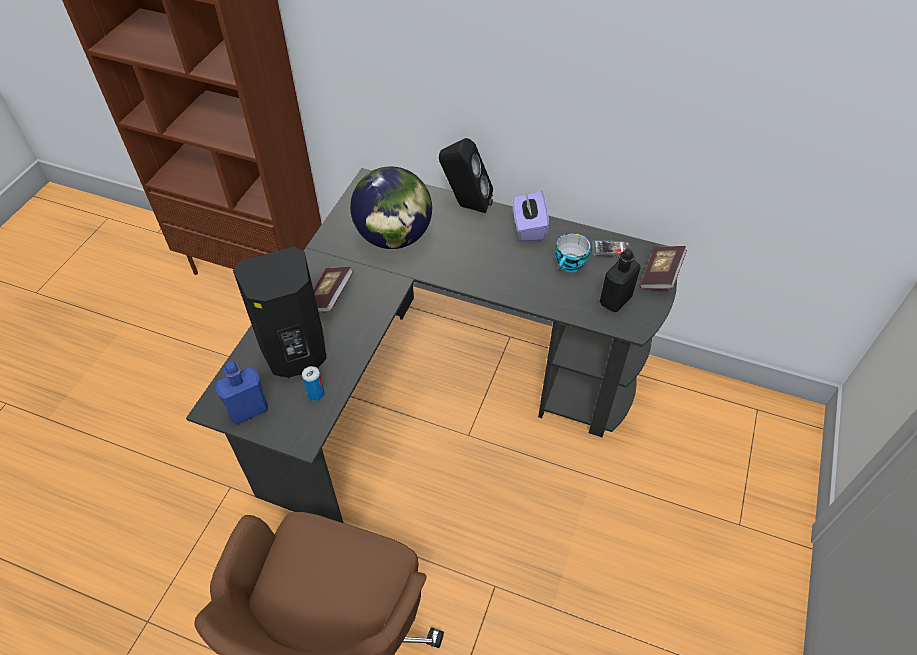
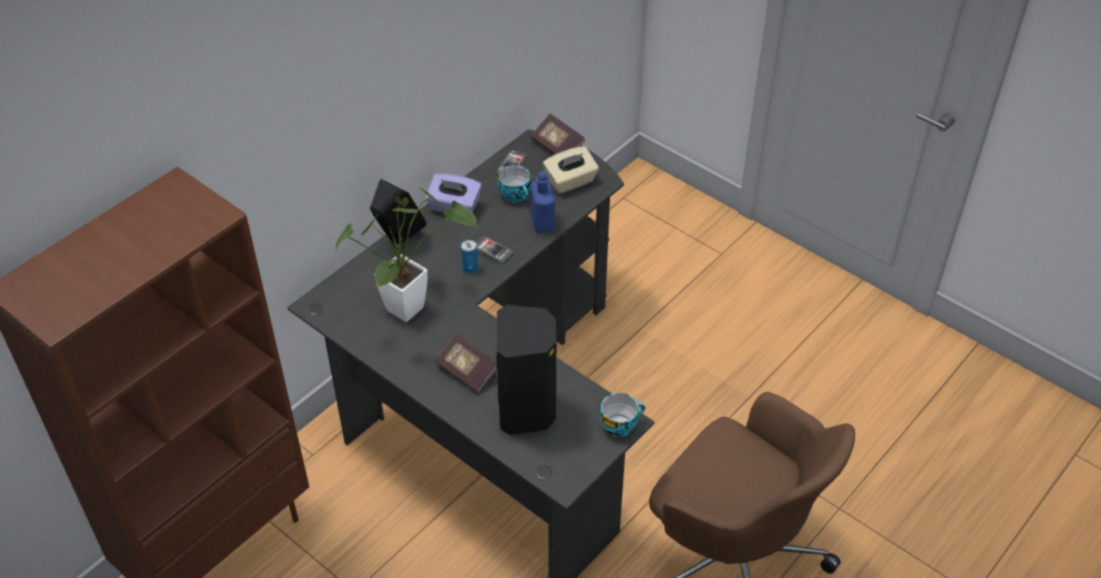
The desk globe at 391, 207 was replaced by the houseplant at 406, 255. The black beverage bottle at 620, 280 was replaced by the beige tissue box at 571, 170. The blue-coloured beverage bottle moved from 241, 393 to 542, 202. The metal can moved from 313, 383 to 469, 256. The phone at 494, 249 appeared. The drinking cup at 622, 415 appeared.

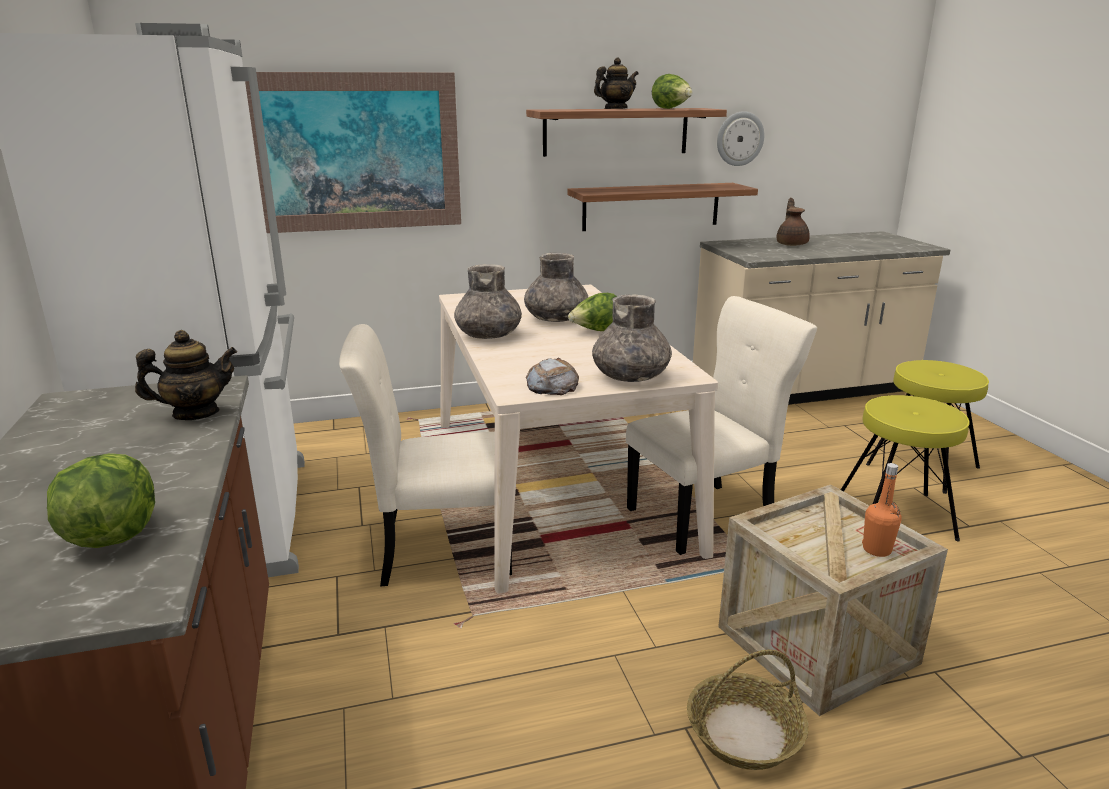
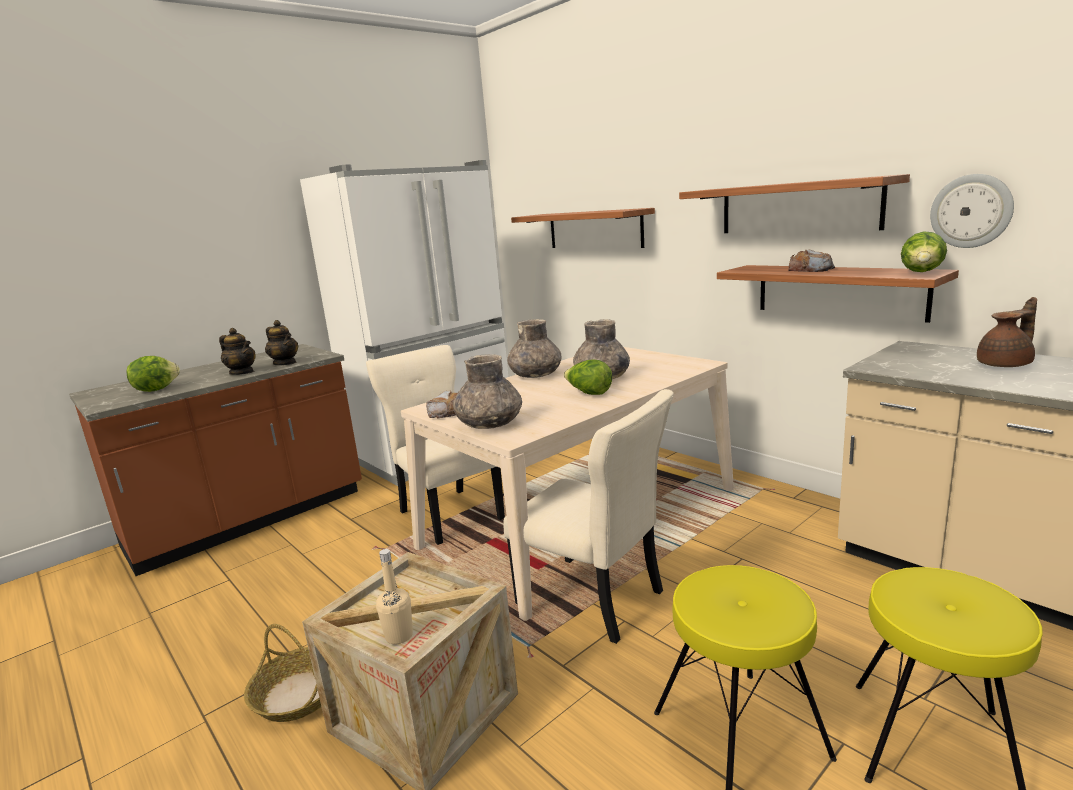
The pot for tea moved from 616, 83 to 237, 351. The picture at 353, 152 was replaced by the wall shelf at 583, 228. The lettuce head moved from 672, 91 to 924, 251. The orangey beverage bottle at 882, 510 became the beige beverage bottle at 394, 596. The bakery bread at 811, 261 appeared.

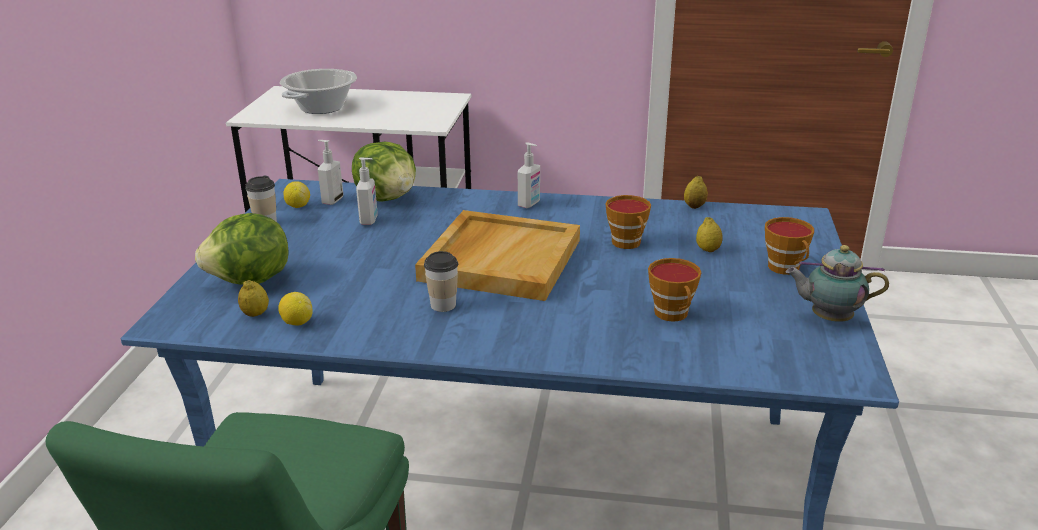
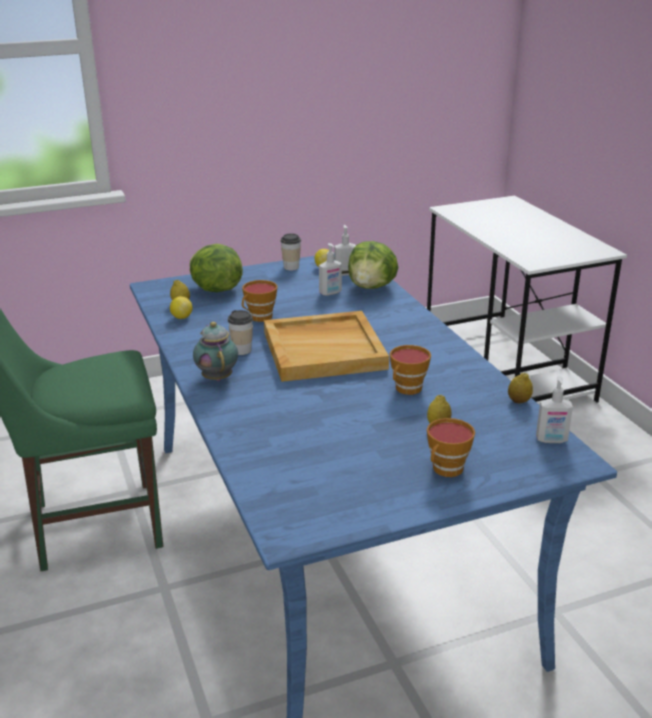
The saucepot at 318, 91 disappeared. The liquid soap bottle moved from 529, 175 to 554, 409. The pot for tea moved from 837, 283 to 215, 351. The drinking cup moved from 674, 290 to 259, 301.

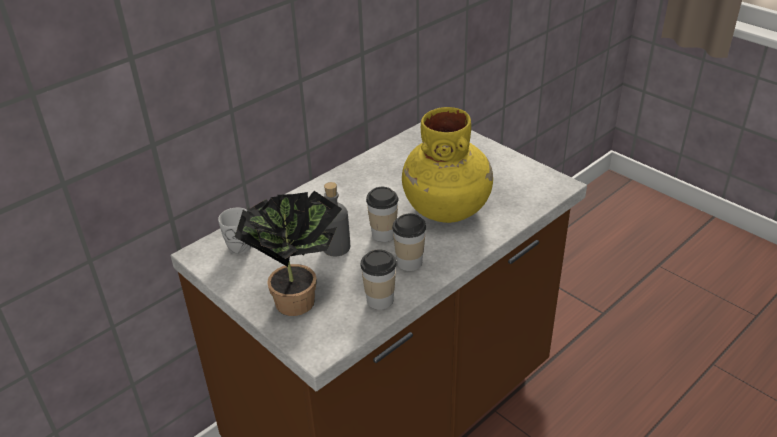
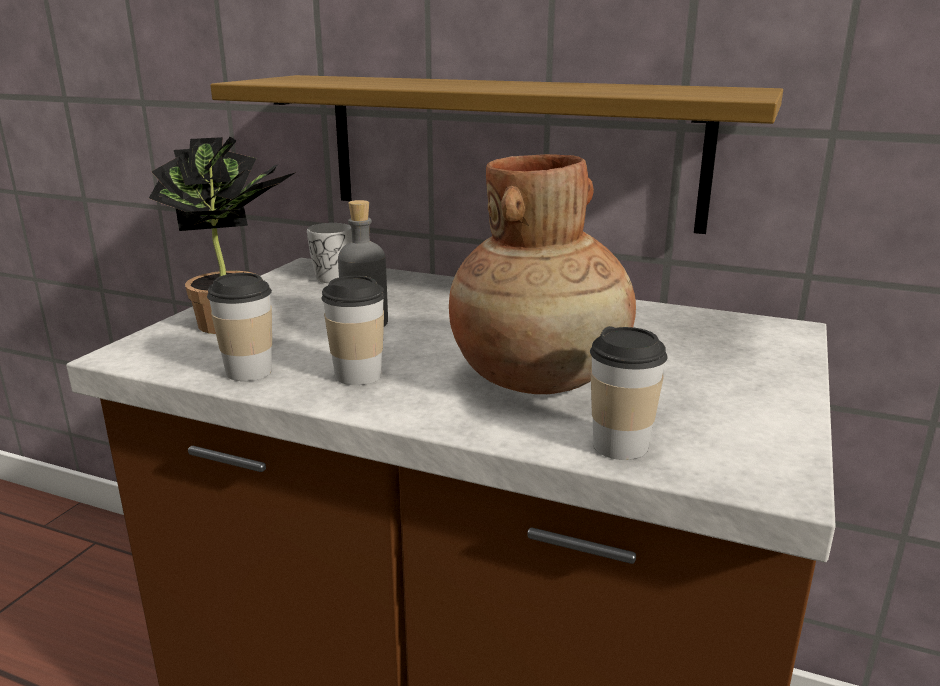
The yellowish decorative vase at 447, 165 became the brown-coloured decorative vase at 542, 274. The drinking cup moved from 382, 214 to 629, 393. The wall shelf at 496, 154 appeared.

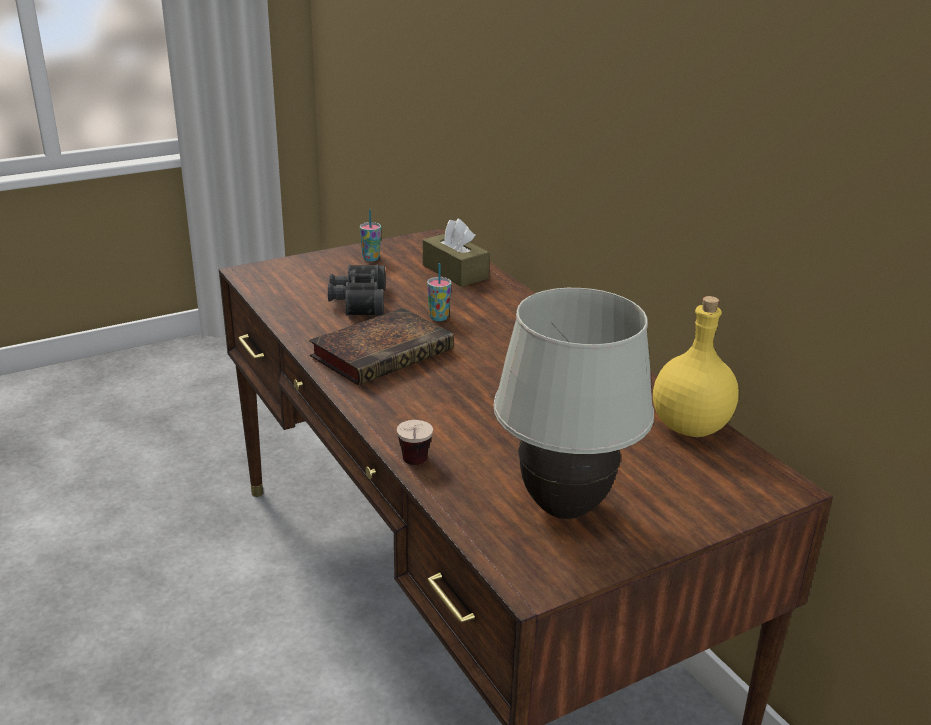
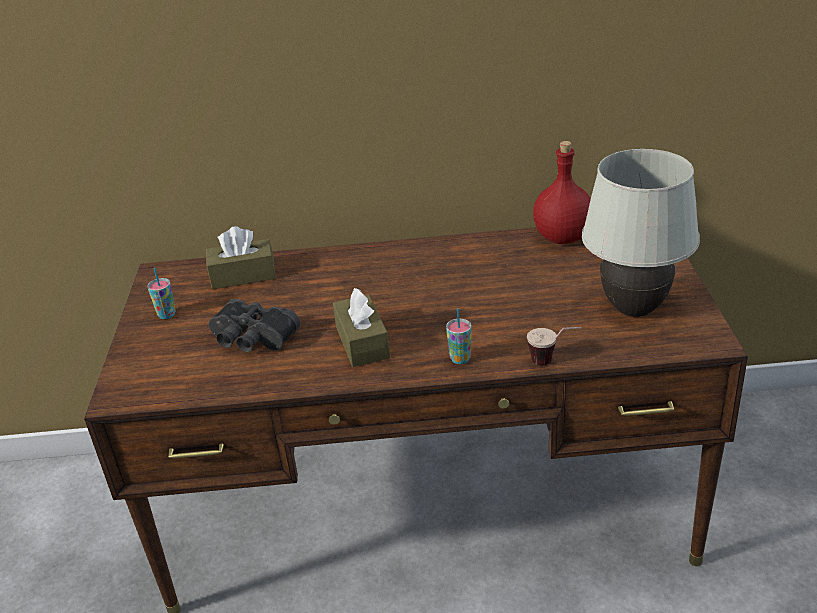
The drinking cup moved from 439, 292 to 459, 336. The yellowish beverage bottle at 696, 366 became the reddish beverage bottle at 562, 192. The book at 381, 346 was replaced by the brown-coloured tissue box at 361, 327.

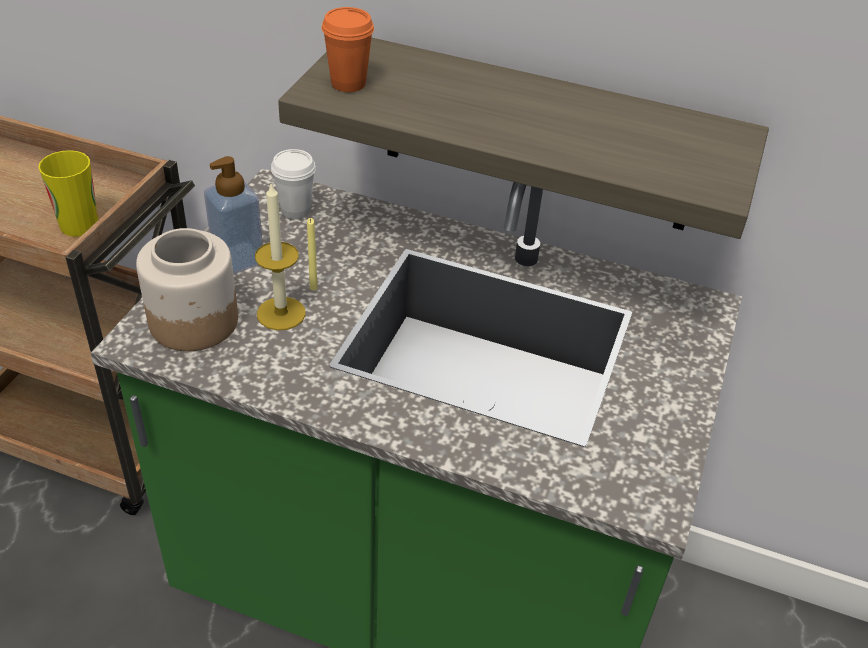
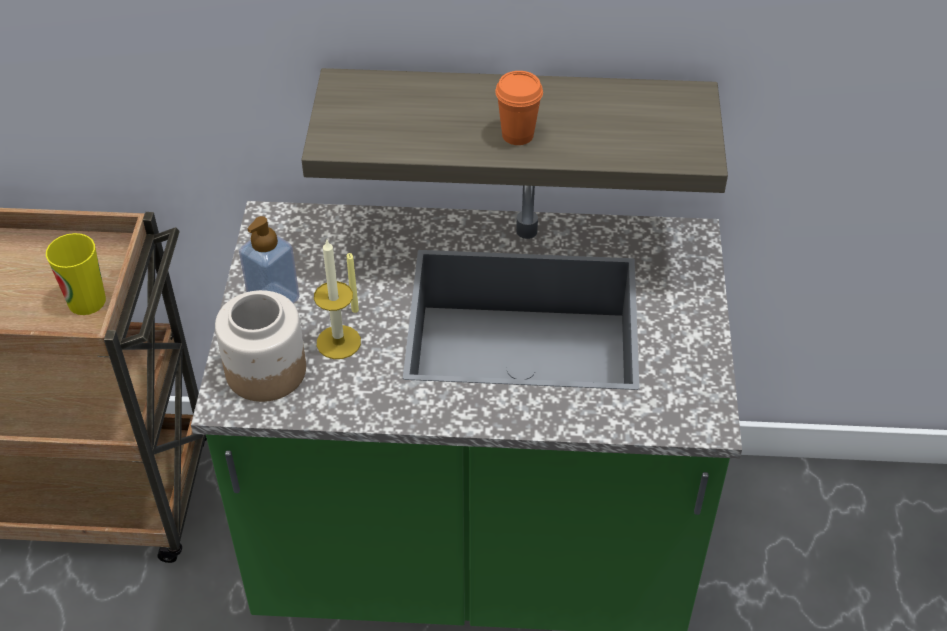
The orangey drinking cup moved from 348, 49 to 519, 108. The white drinking cup at 293, 184 disappeared.

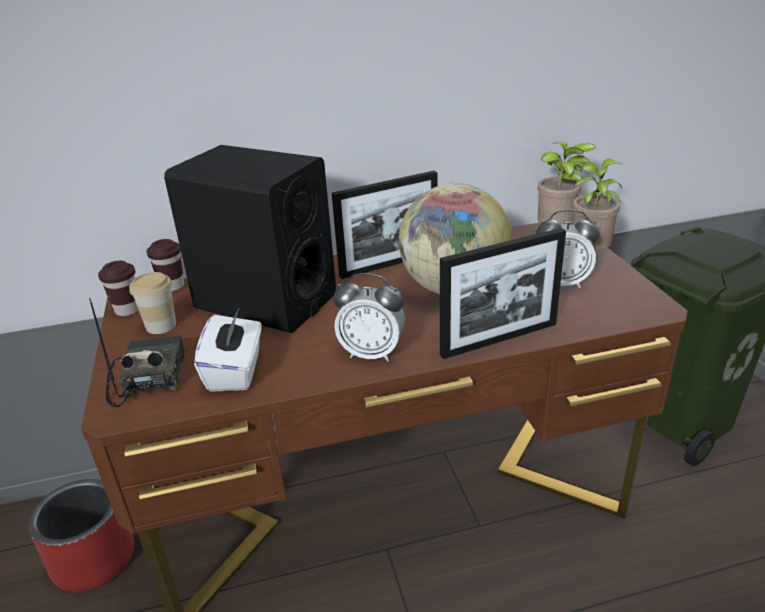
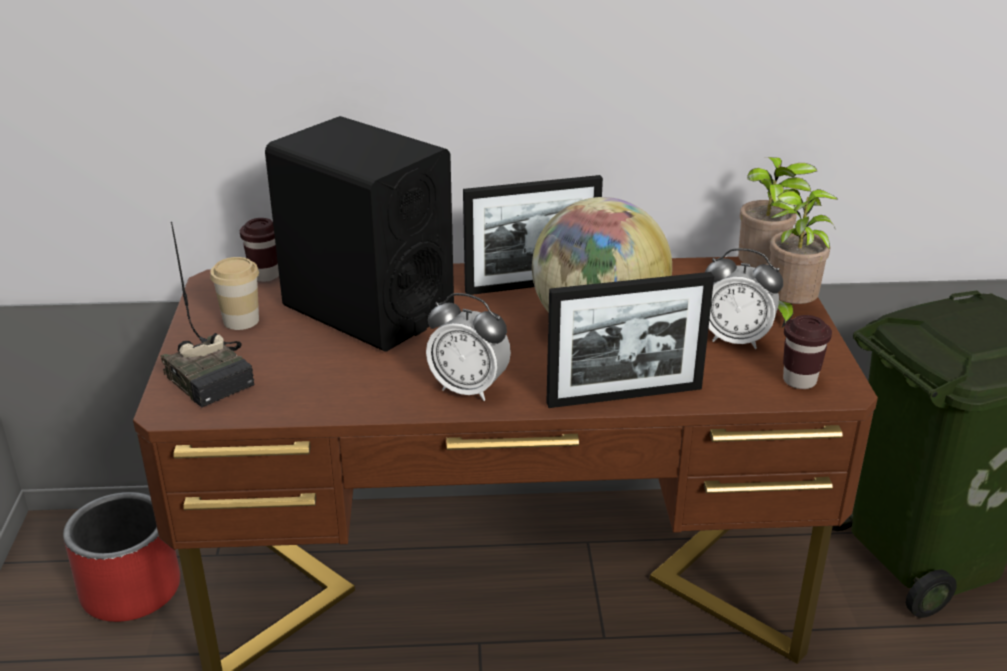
The brown-coloured drinking cup moved from 118, 288 to 807, 352. The radio at 137, 352 turned 135 degrees clockwise. The white tissue box at 227, 350 disappeared.

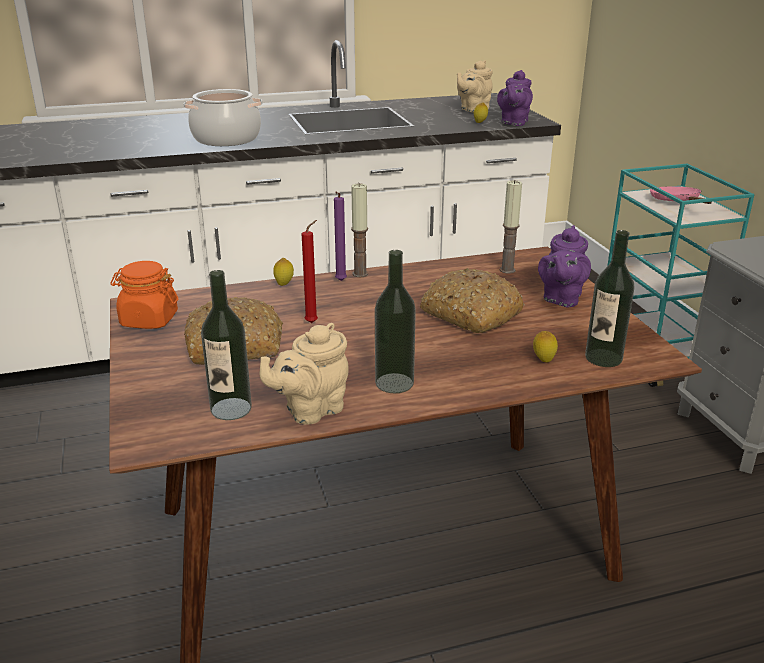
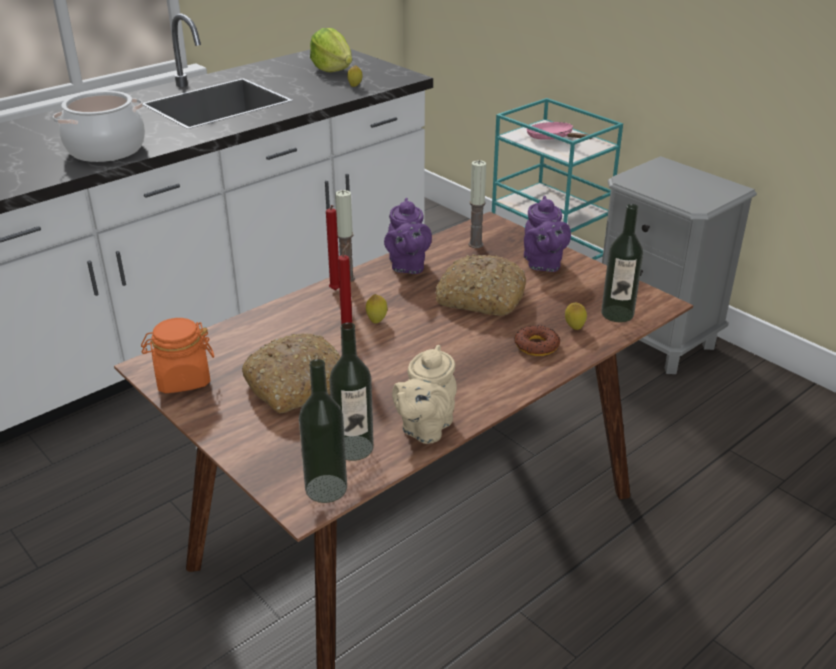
The beige pot for tea at 475, 86 was replaced by the lettuce head at 331, 50. The purple pot for tea moved from 515, 98 to 408, 236. The purple wax candle at 340, 236 became the reddish wax candle at 332, 247. The beverage bottle moved from 395, 321 to 323, 431. The whole lemon moved from 283, 272 to 376, 308. The doughnut at 537, 340 appeared.

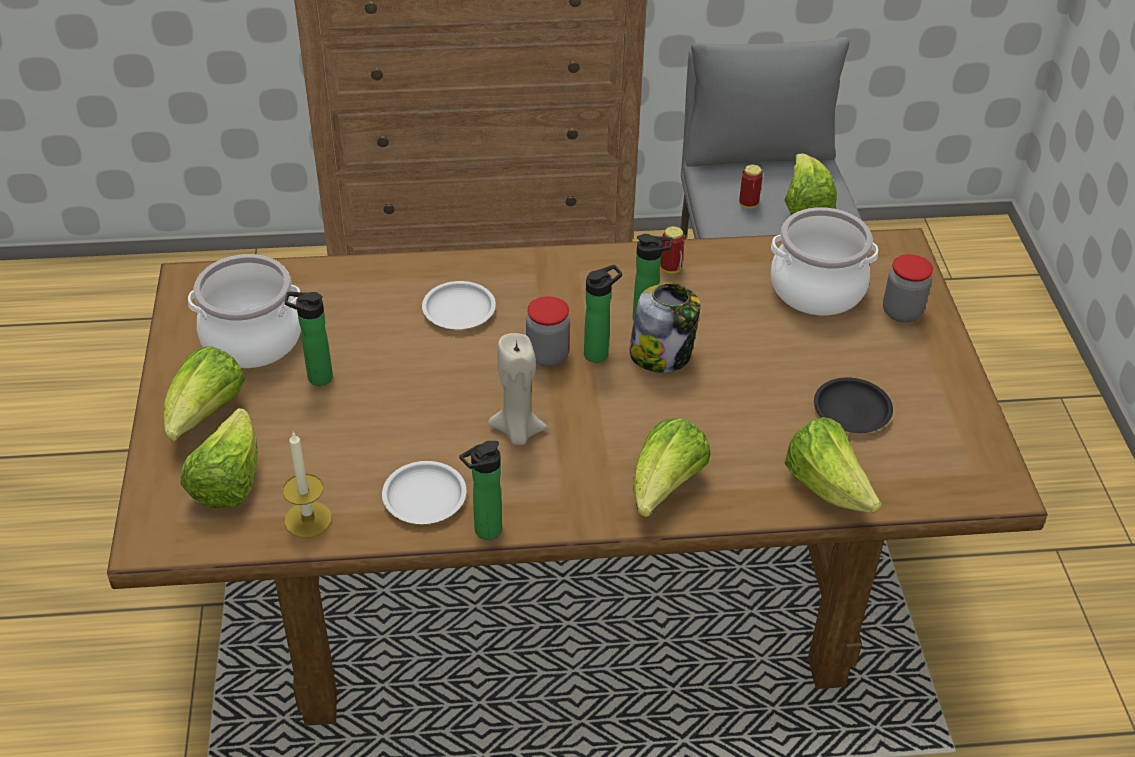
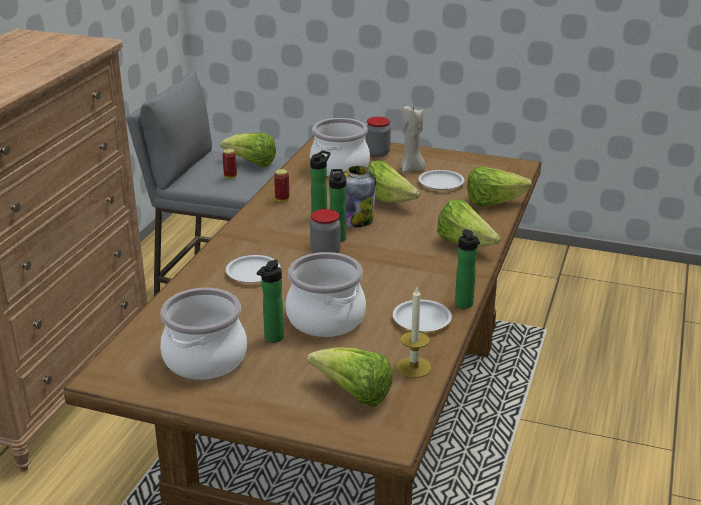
The beige wax candle moved from 517, 389 to 413, 139. The lettuce head moved from 204, 393 to 394, 182. The black plate at 853, 405 became the white plate at 441, 180. The saucepot at 325, 294 appeared.

